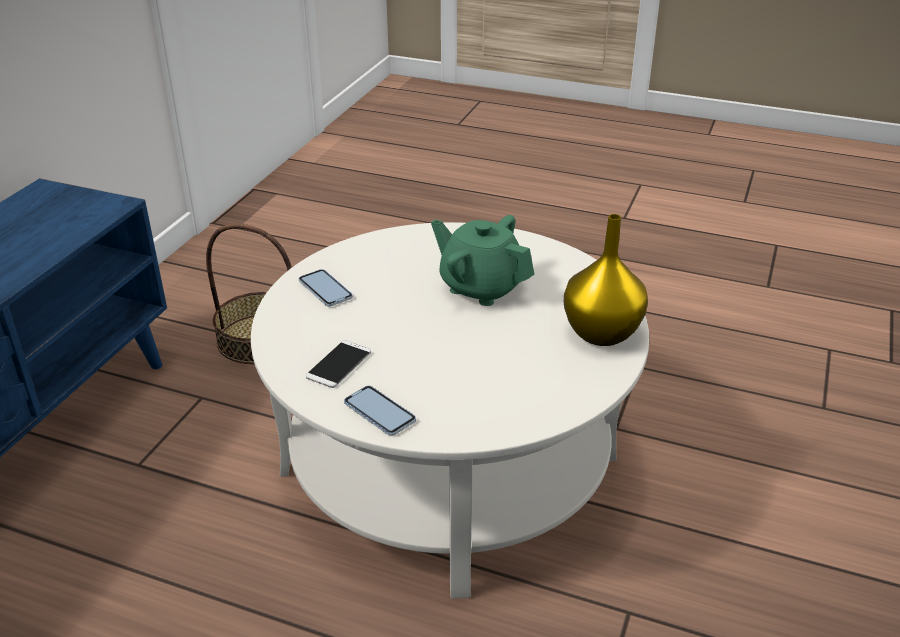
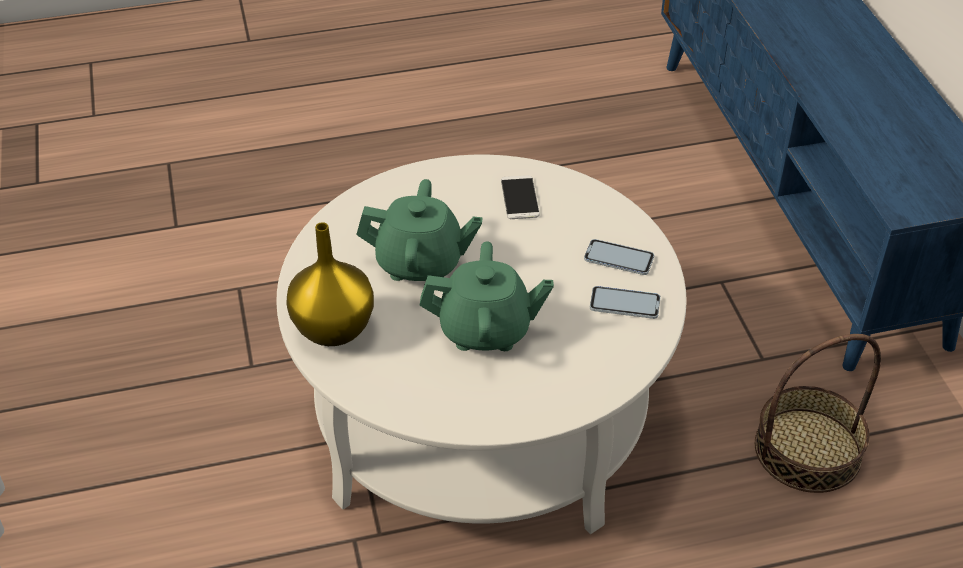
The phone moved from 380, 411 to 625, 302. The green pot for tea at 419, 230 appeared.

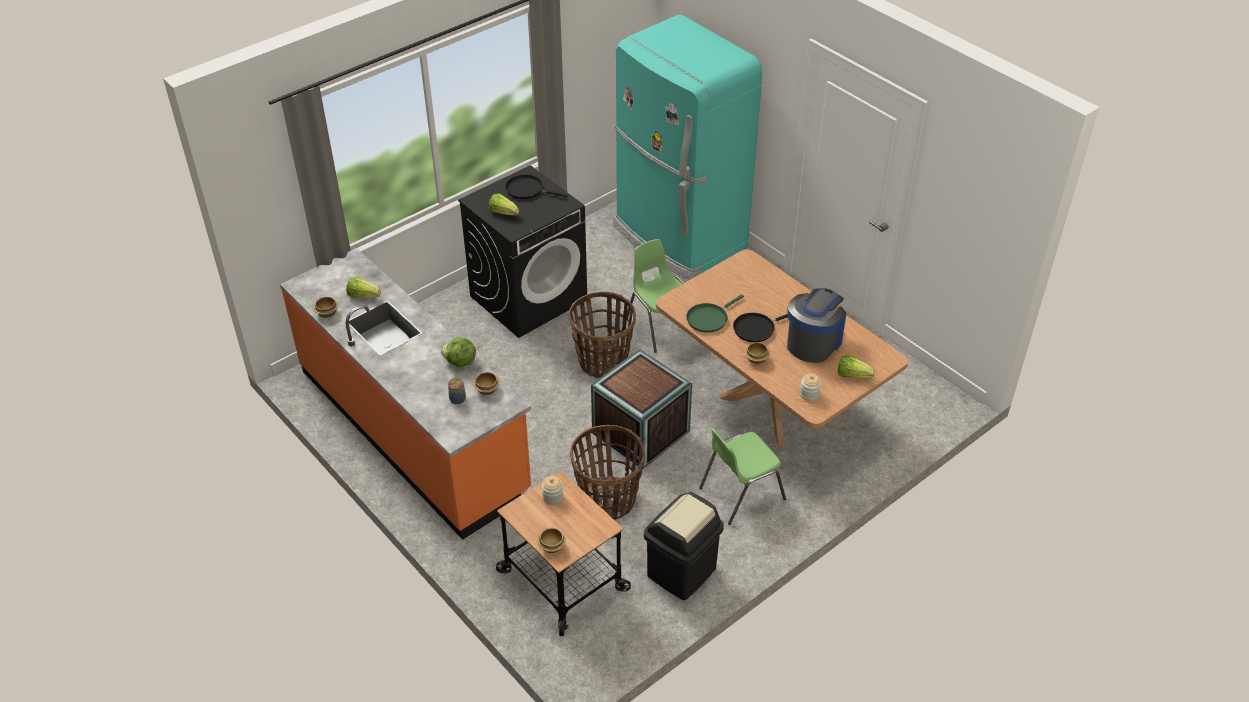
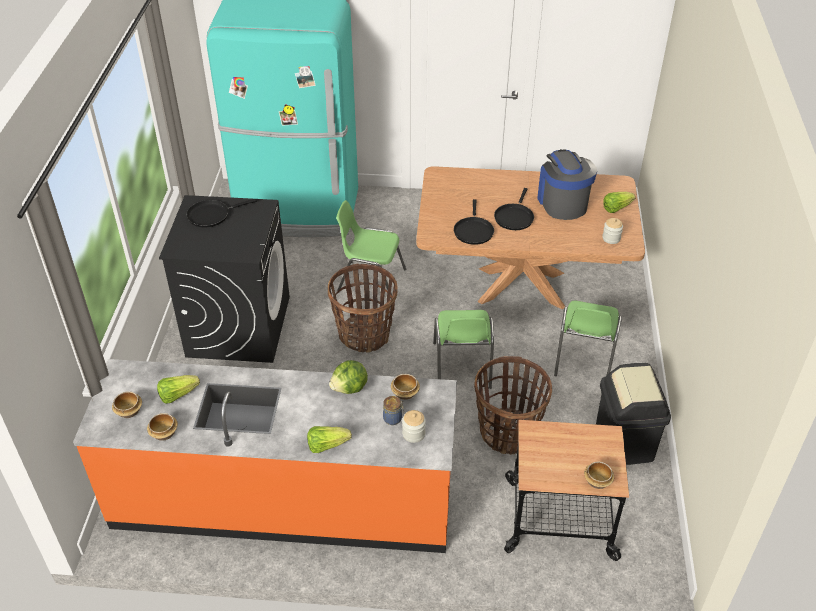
The lettuce head moved from 504, 204 to 329, 439. The green skillet at 715, 313 became the black skillet at 474, 222. The serving bowl moved from 757, 353 to 127, 404. The crate at 641, 409 was replaced by the green chair at 463, 349. The preserve jar moved from 552, 490 to 414, 426.

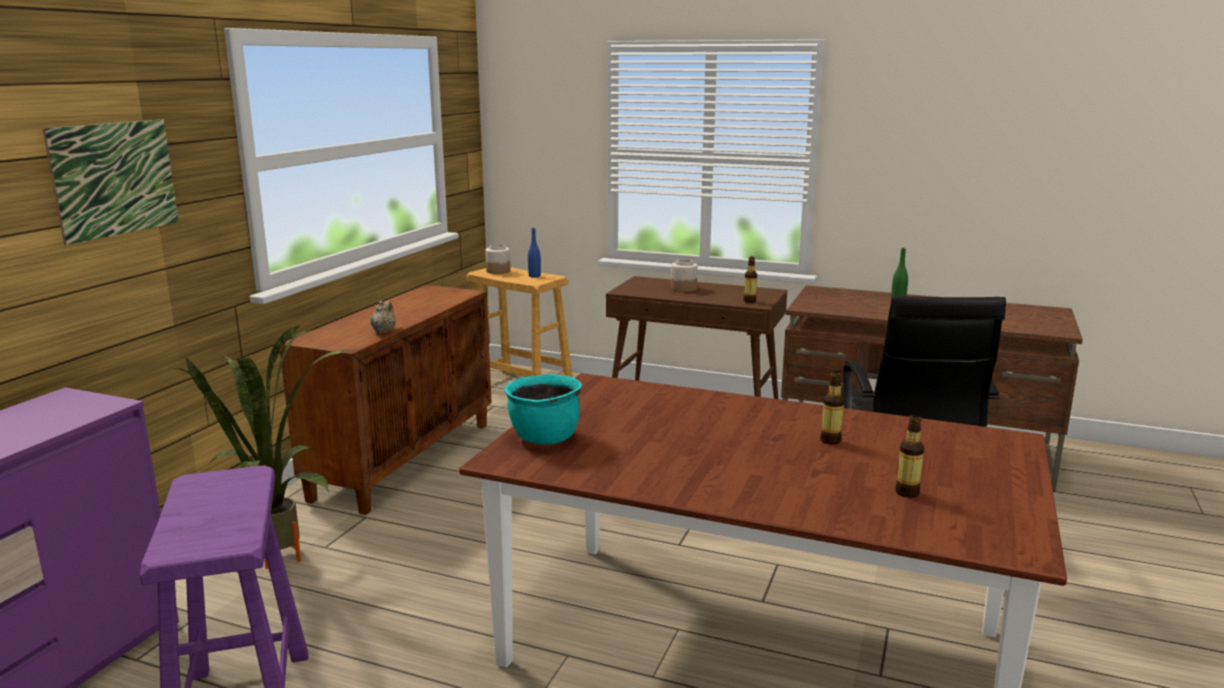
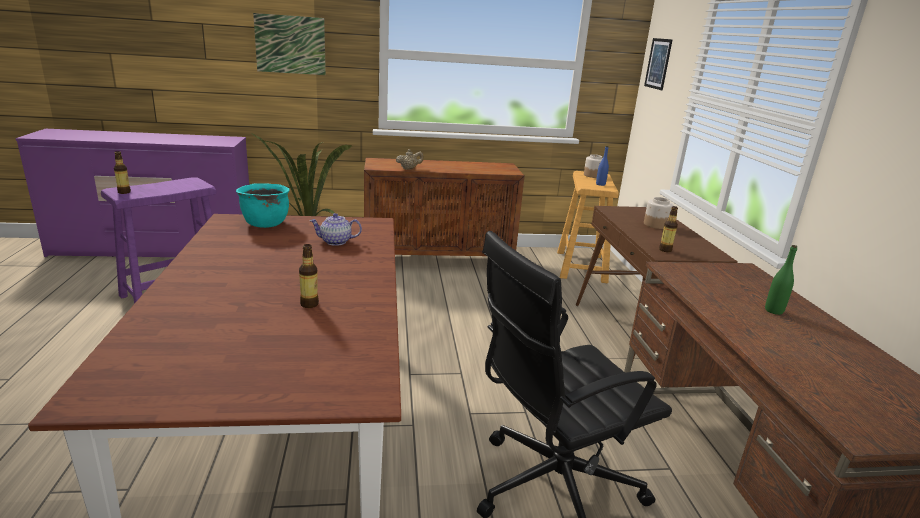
The beverage bottle moved from 909, 456 to 122, 172. The picture at 658, 64 appeared. The pot for tea at 336, 229 appeared.

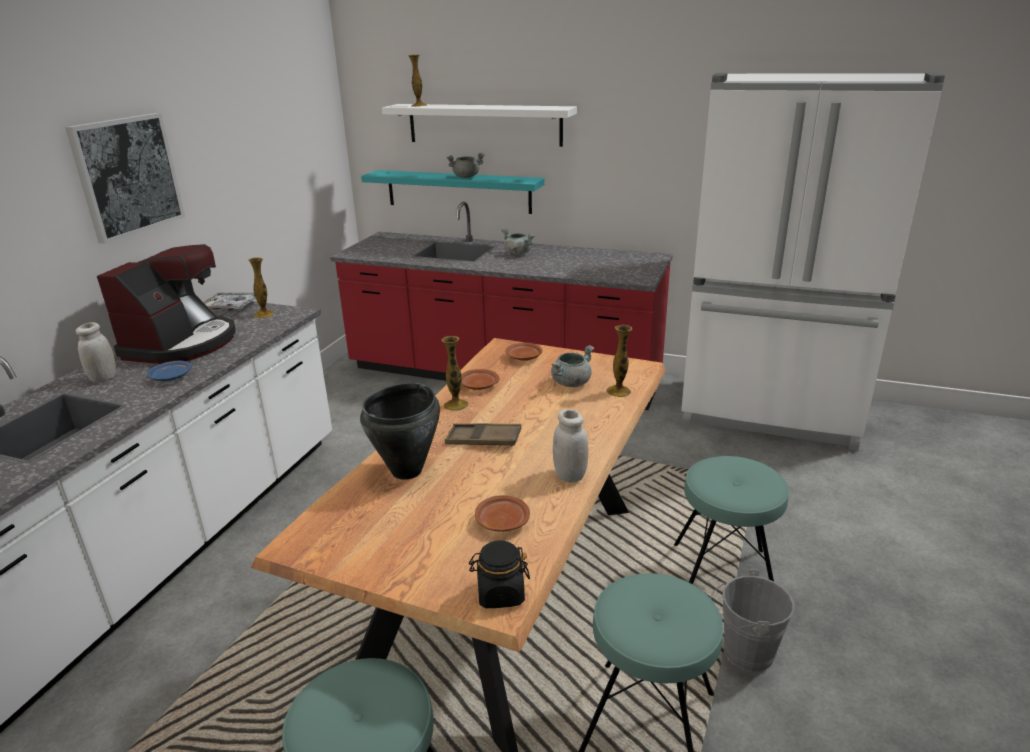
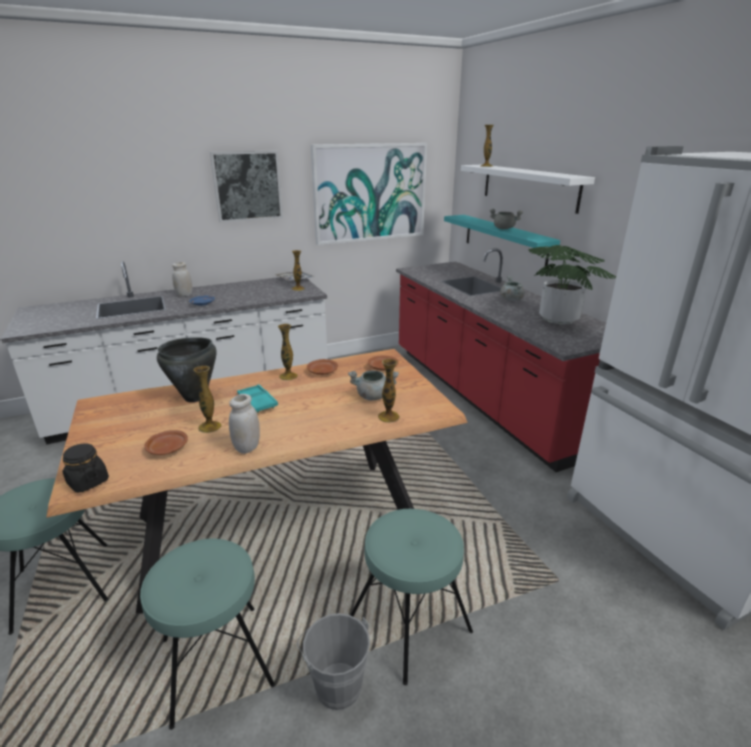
The coffee machine at 166, 304 disappeared. The brown-coloured tray at 483, 434 became the turquoise tray at 257, 398. The picture at 369, 194 appeared. The houseplant at 572, 285 appeared. The decorative vase at 207, 399 appeared.

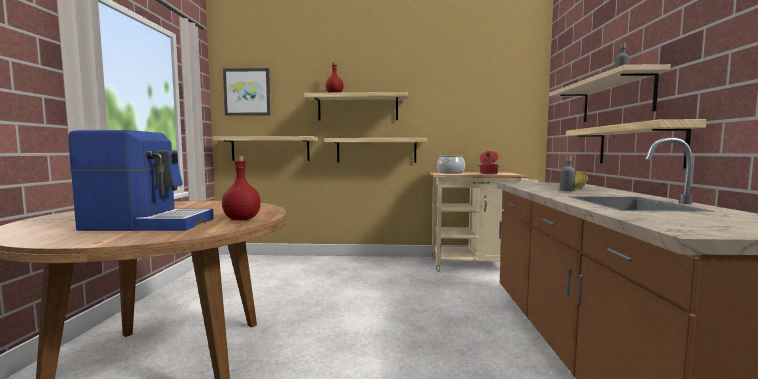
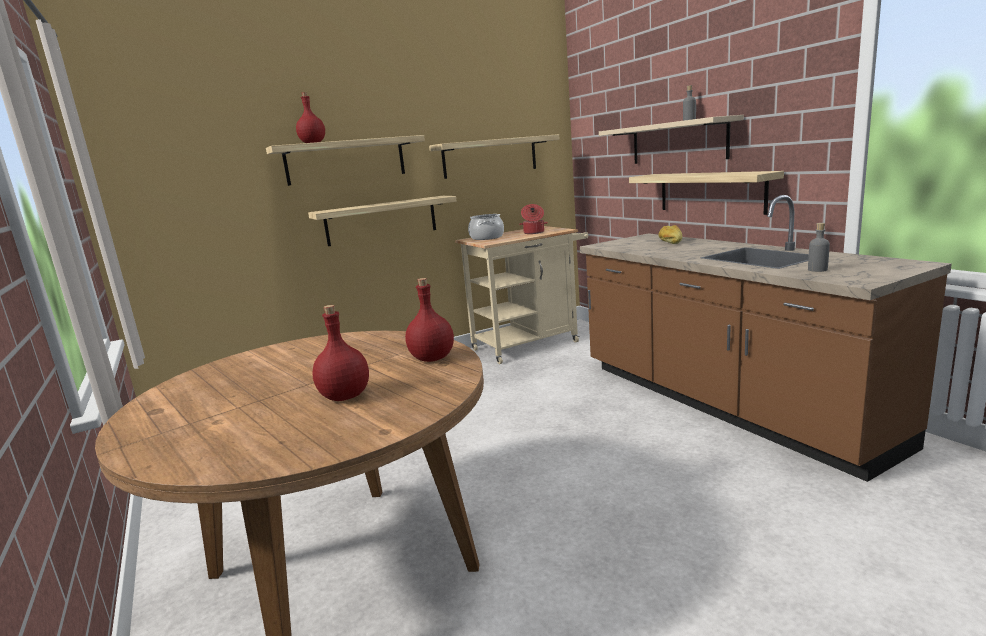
The picture at 247, 92 disappeared. The coffee machine at 141, 180 was replaced by the reddish beverage bottle at 340, 353. The wall shelf moved from 265, 148 to 494, 156. The greyish beverage bottle moved from 568, 173 to 819, 247.

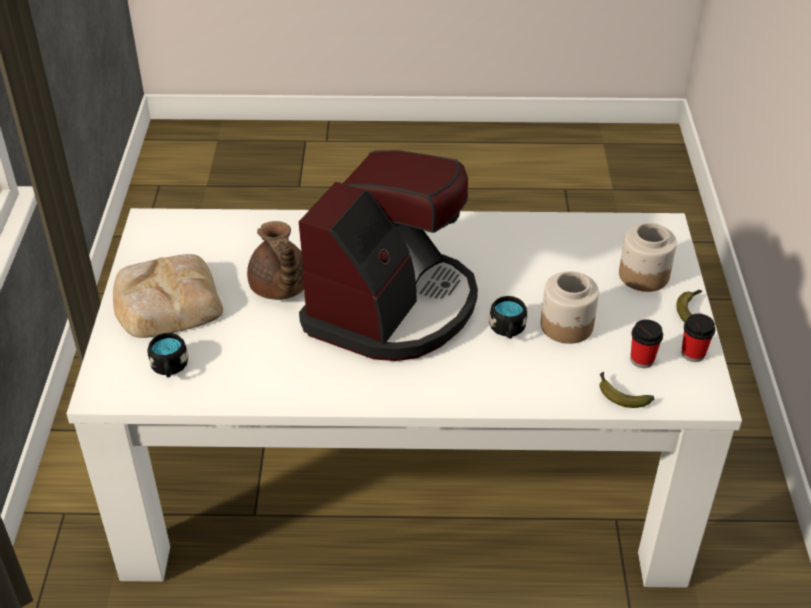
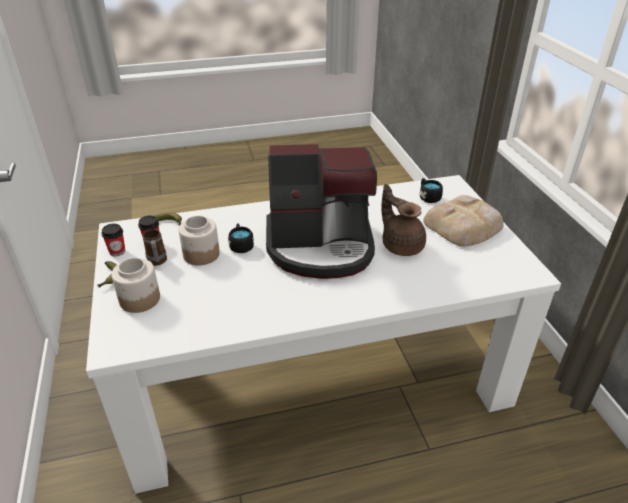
The coffee machine at 388, 255 turned 105 degrees counterclockwise. The tea mug at 155, 247 appeared.

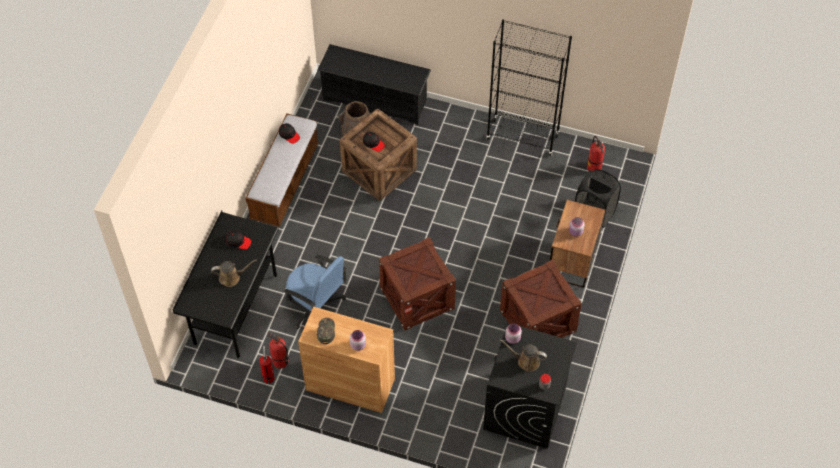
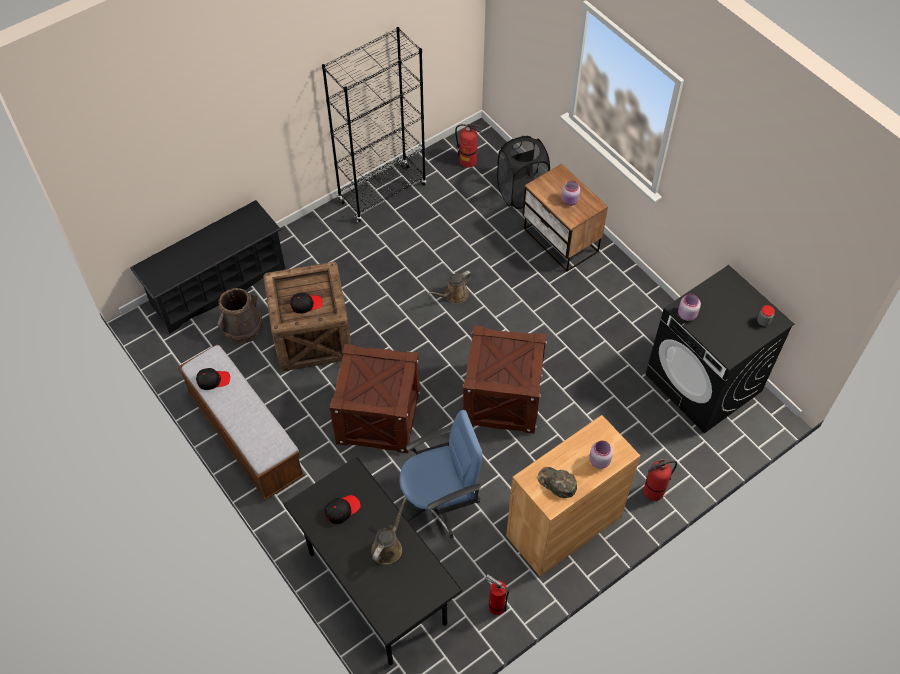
The crate moved from 541, 299 to 375, 398. The extinguisher moved from 278, 350 to 660, 480. The brown-coloured watering can moved from 523, 355 to 450, 287.

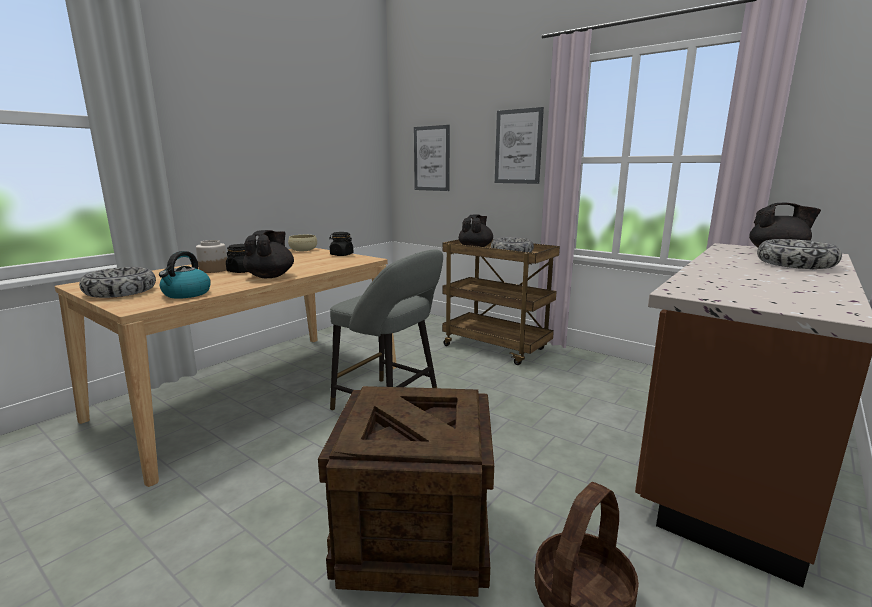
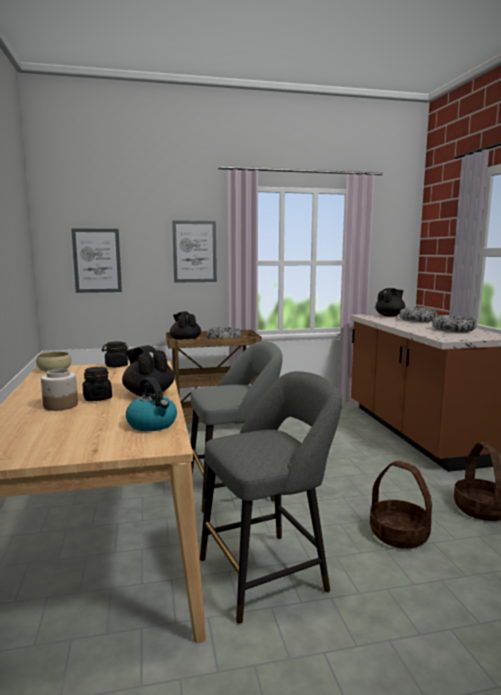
The serving bowl moved from 117, 282 to 454, 323. The crate at 406, 491 was replaced by the storage basket at 401, 505. The greyish sitting stool at 271, 497 appeared.

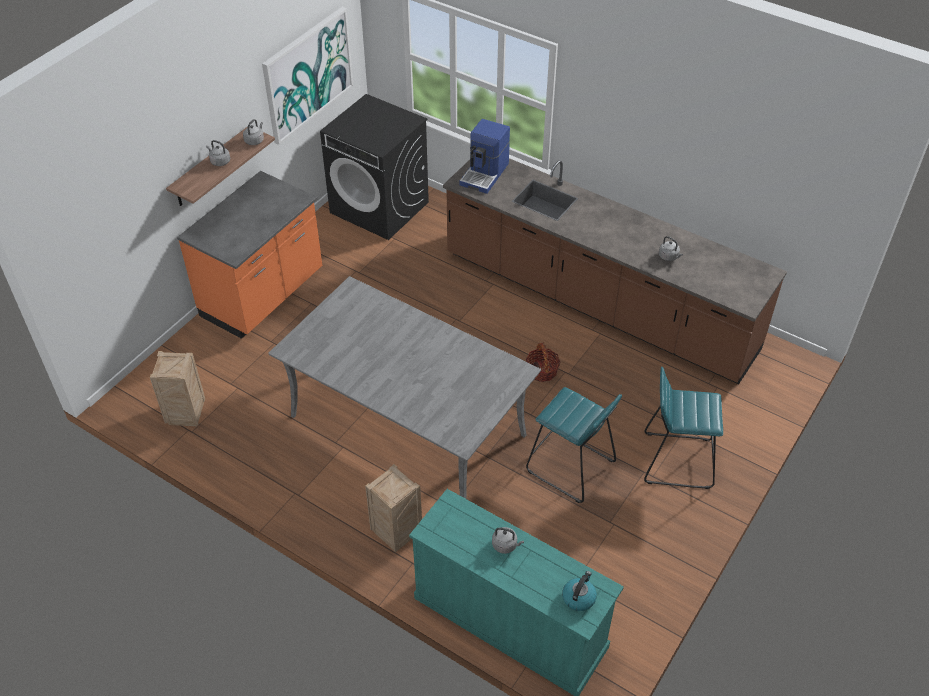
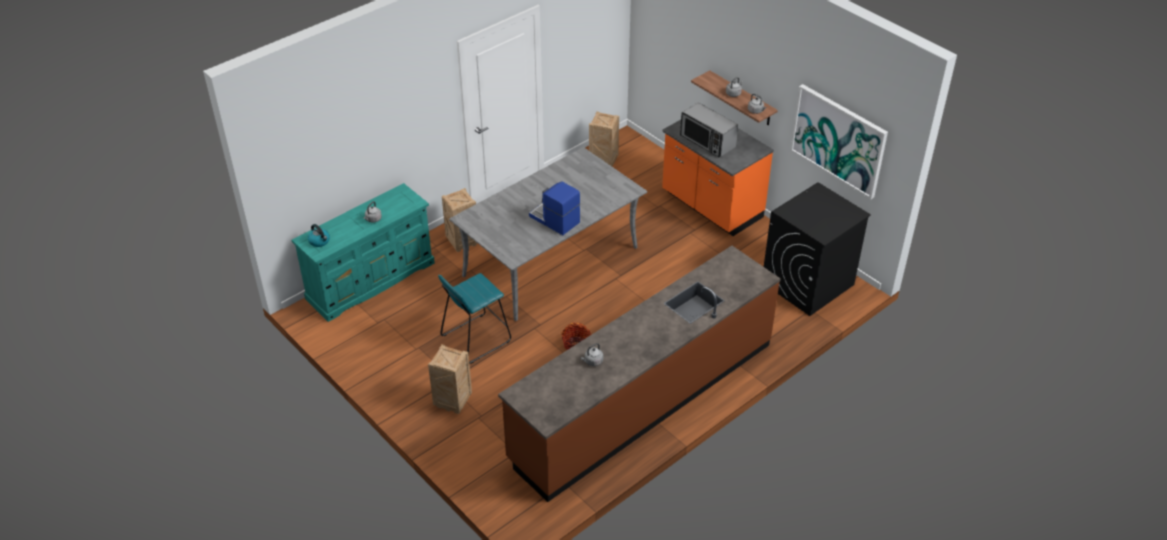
The coffee machine moved from 485, 156 to 554, 208. The turquoise sitting stool at 683, 428 was replaced by the crate at 450, 379. The microwave at 709, 129 appeared.

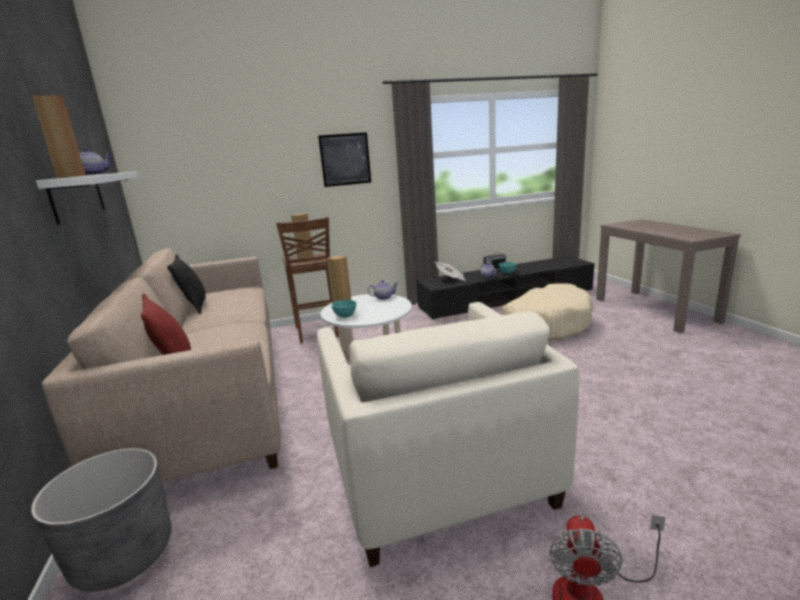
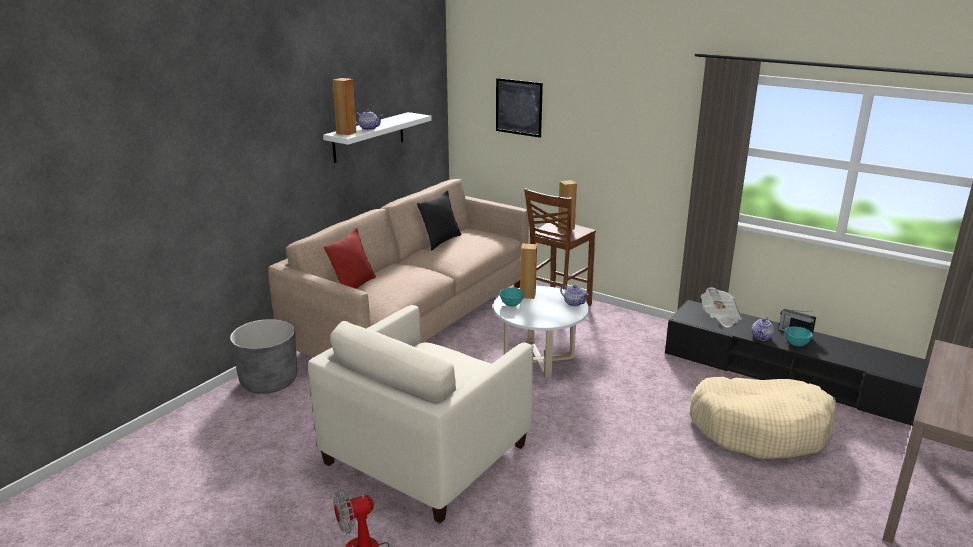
The picture moved from 344, 159 to 519, 108.

